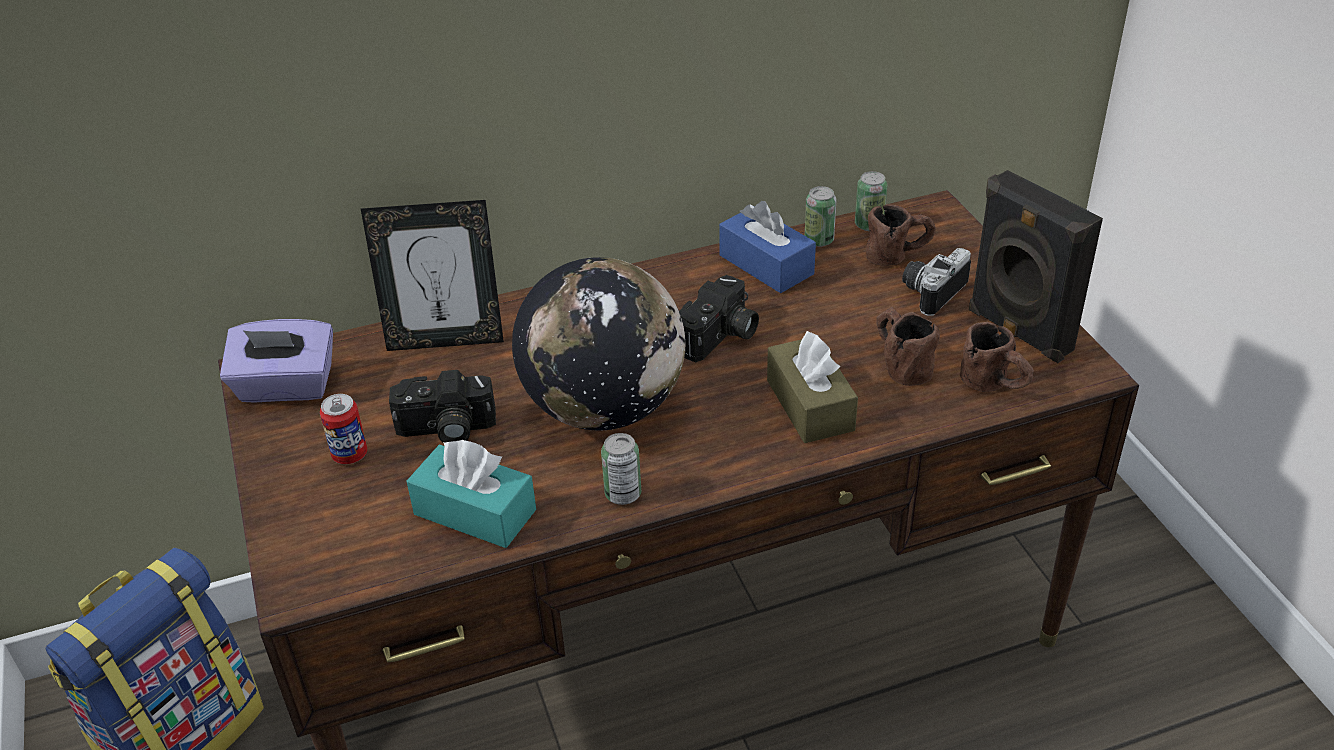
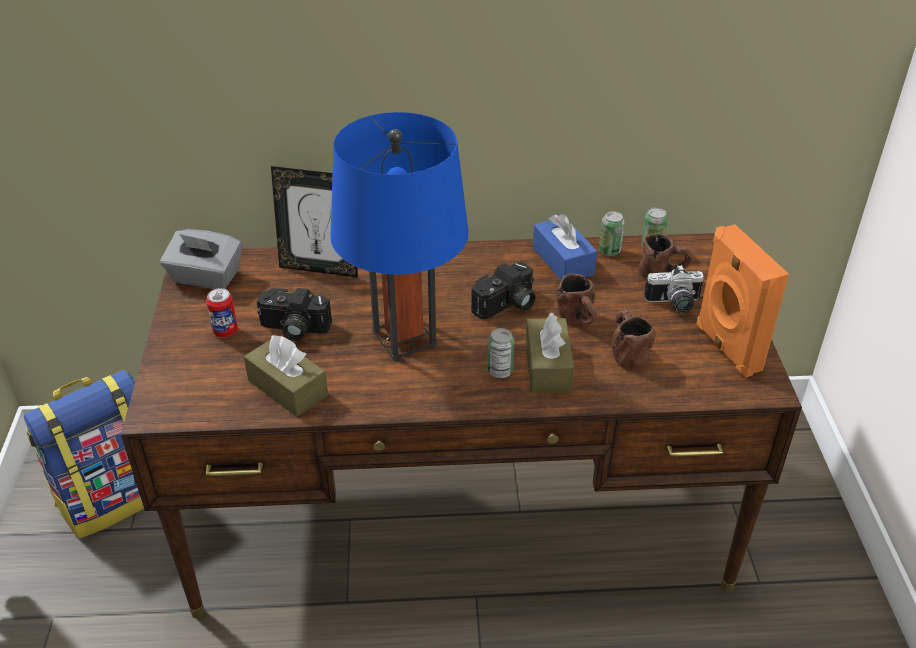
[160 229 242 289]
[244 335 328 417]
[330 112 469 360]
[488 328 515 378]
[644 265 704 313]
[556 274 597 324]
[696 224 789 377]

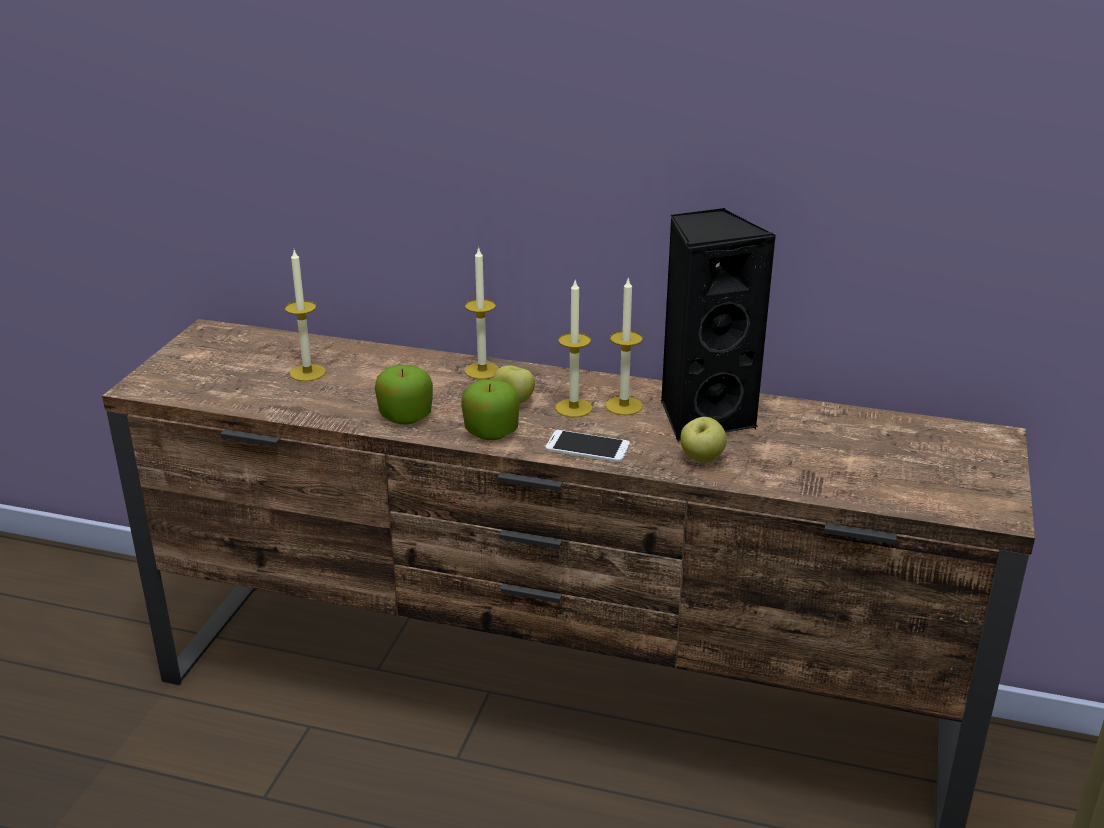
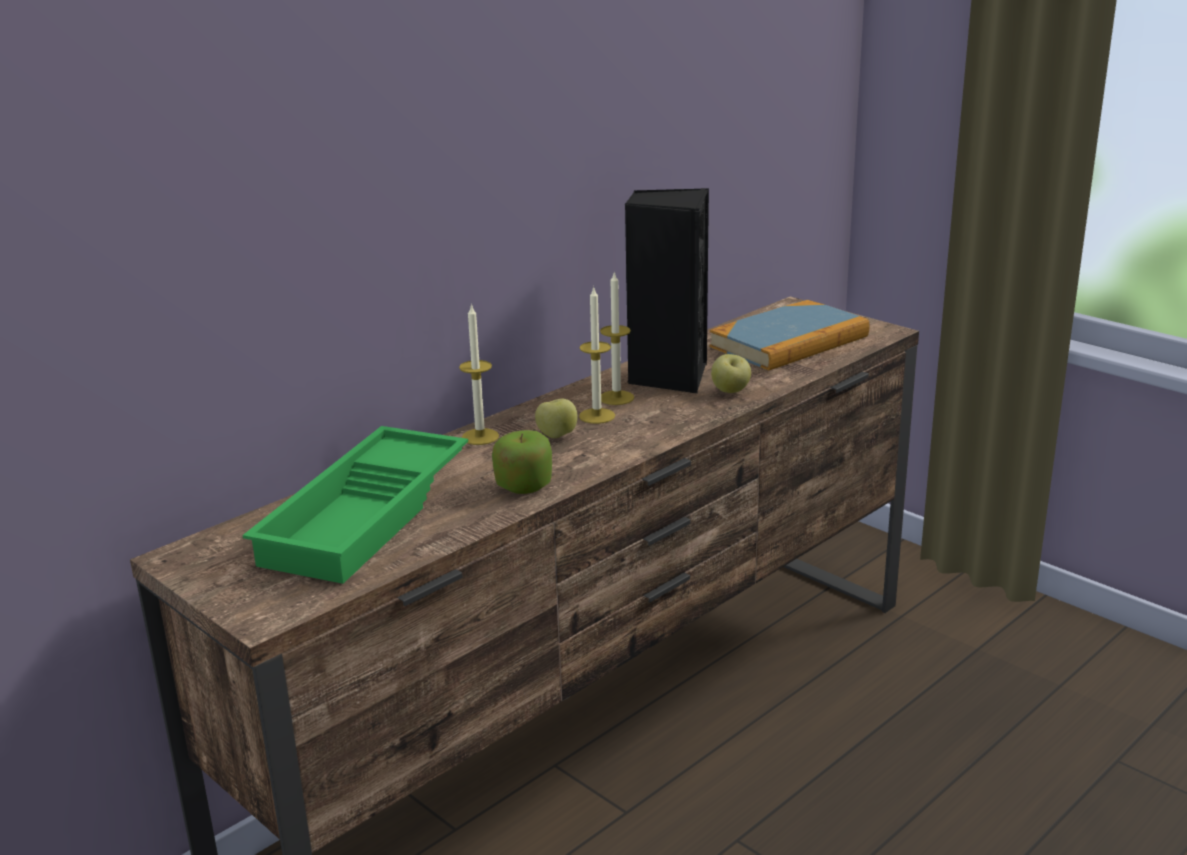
[242 426 468 584]
[461 379 519 440] (first image)
[545 430 630 462] (first image)
[709 300 869 371]

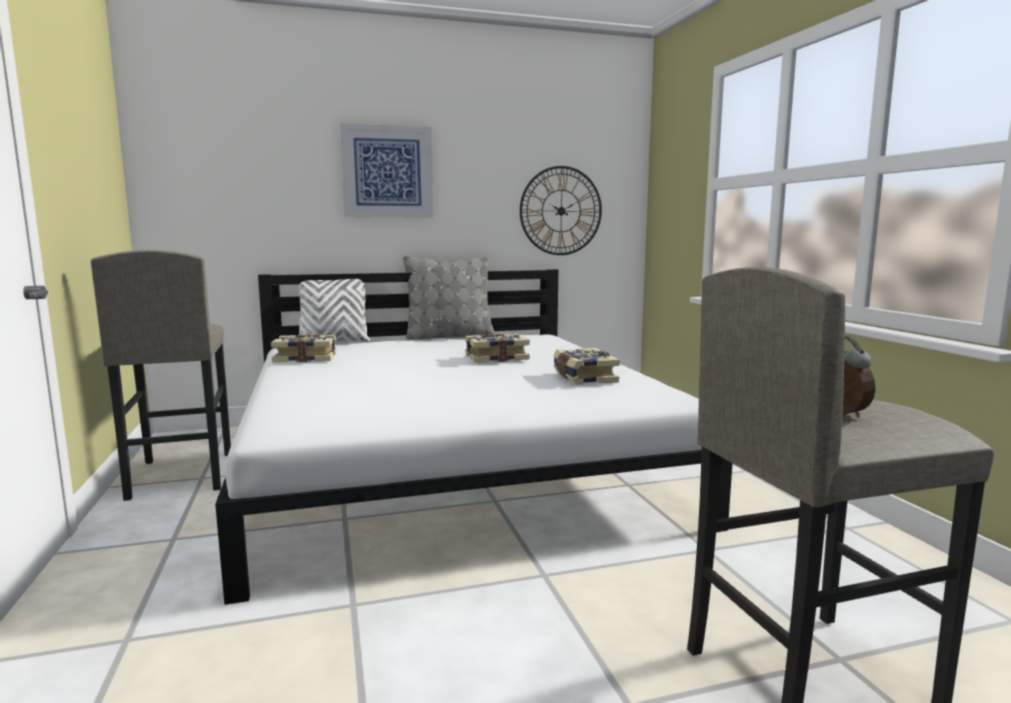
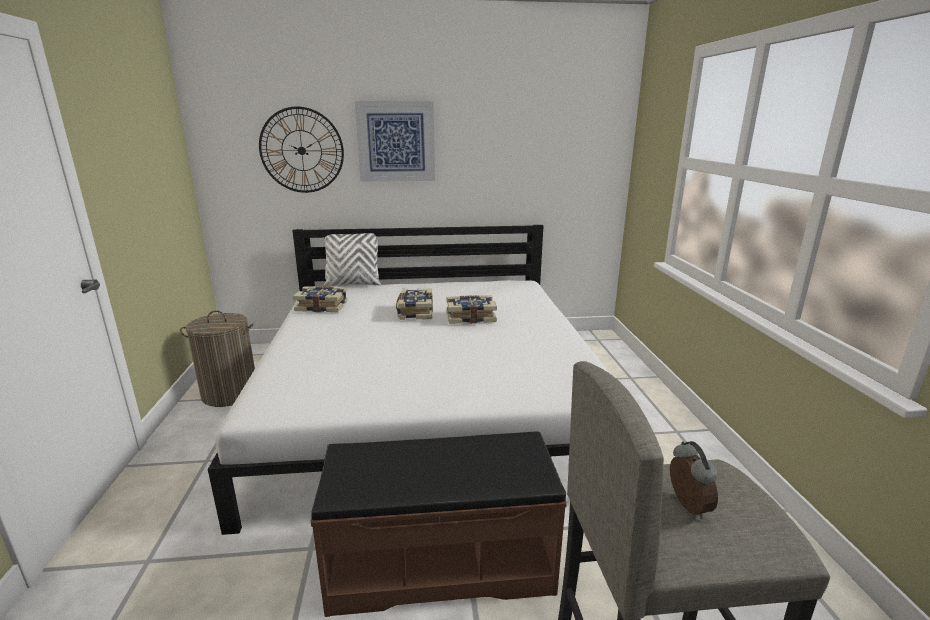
[180 310 255 407]
[403 256 495 340] (first image)
[259 107 344 193]
[396 288 433 320]
[311 431 567 617]

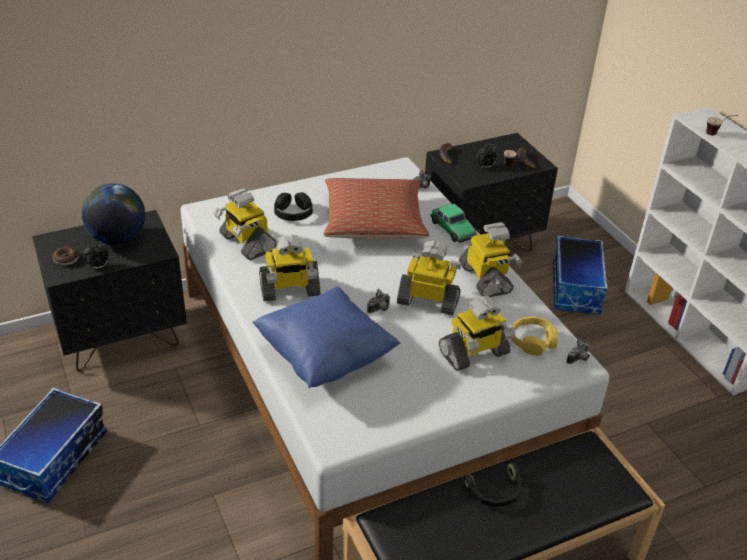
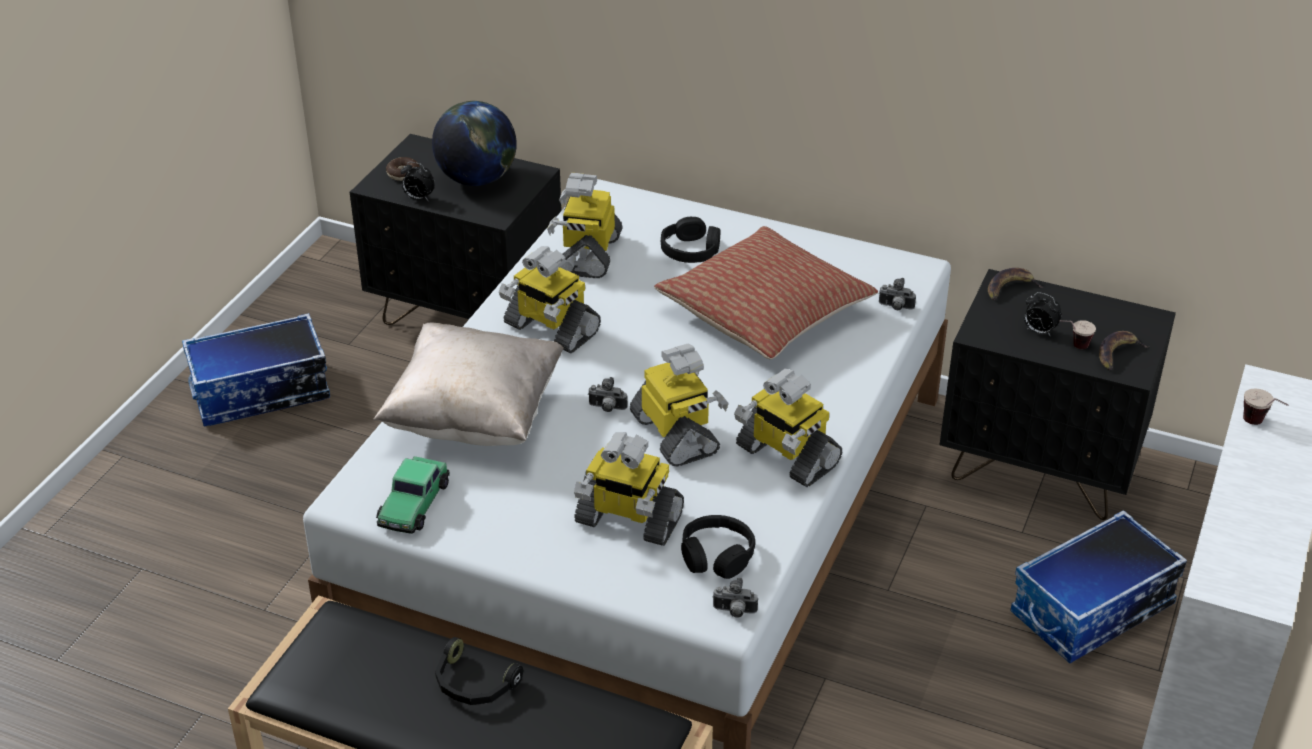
[373 323 564 446]
[376 456 450 534]
[734 368 842 487]
[681 515 755 579]

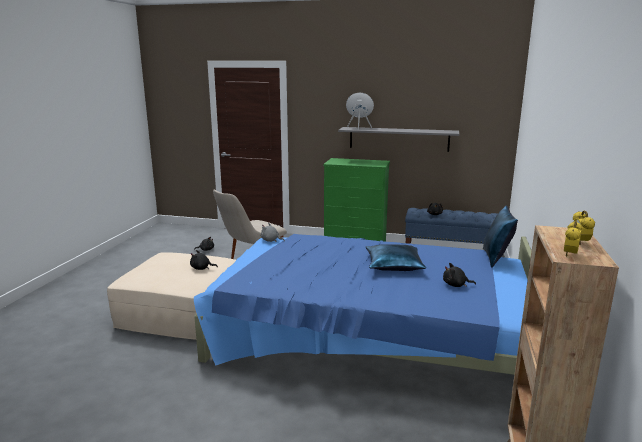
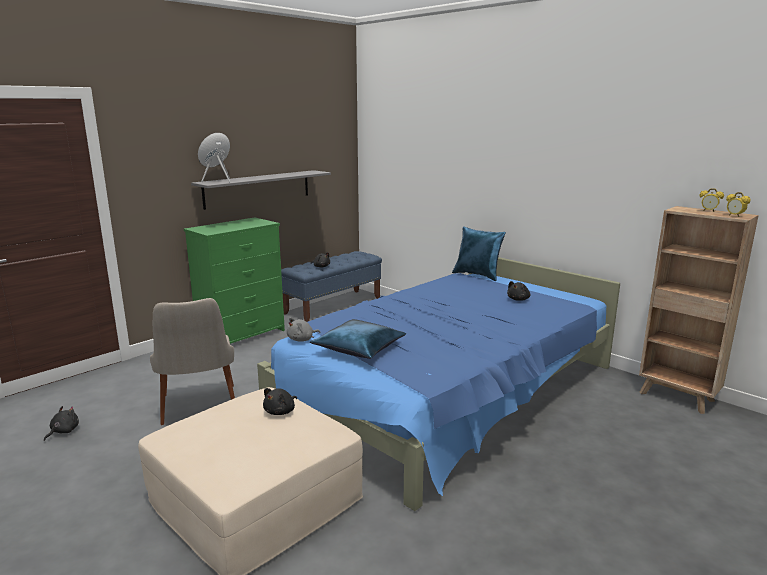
[310 319 406 359]

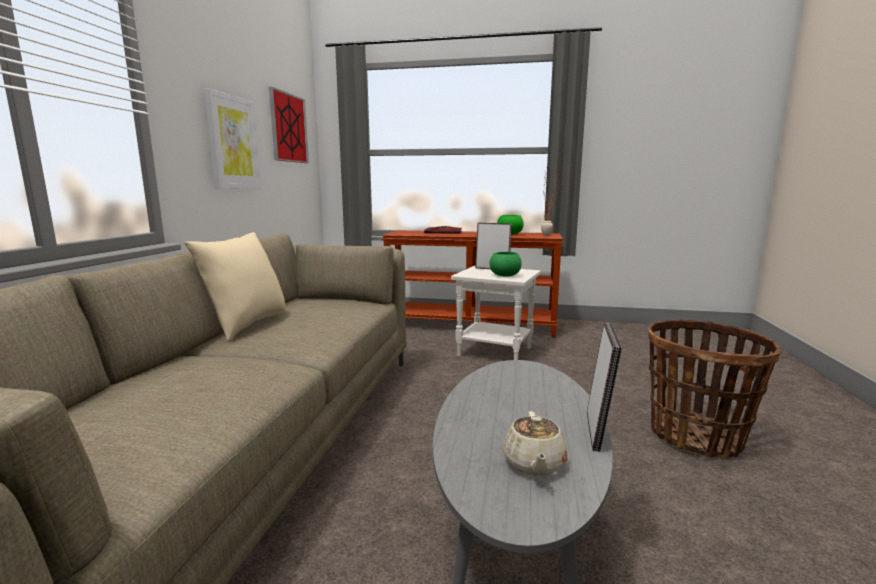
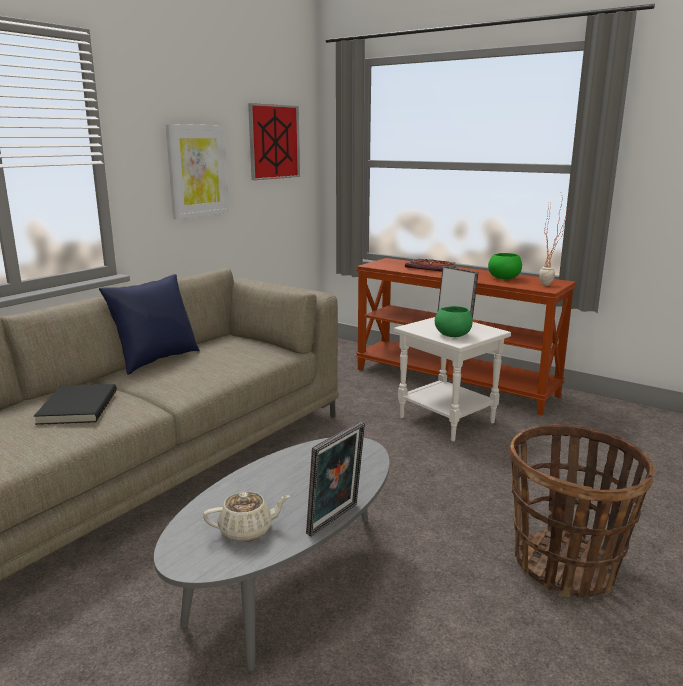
[99 274 200 375]
[203 492 290 542]
[34 384 117 425]

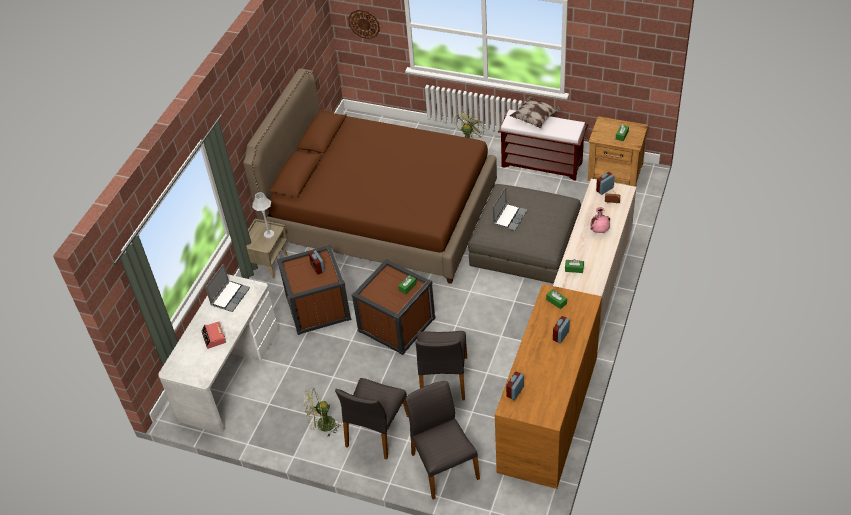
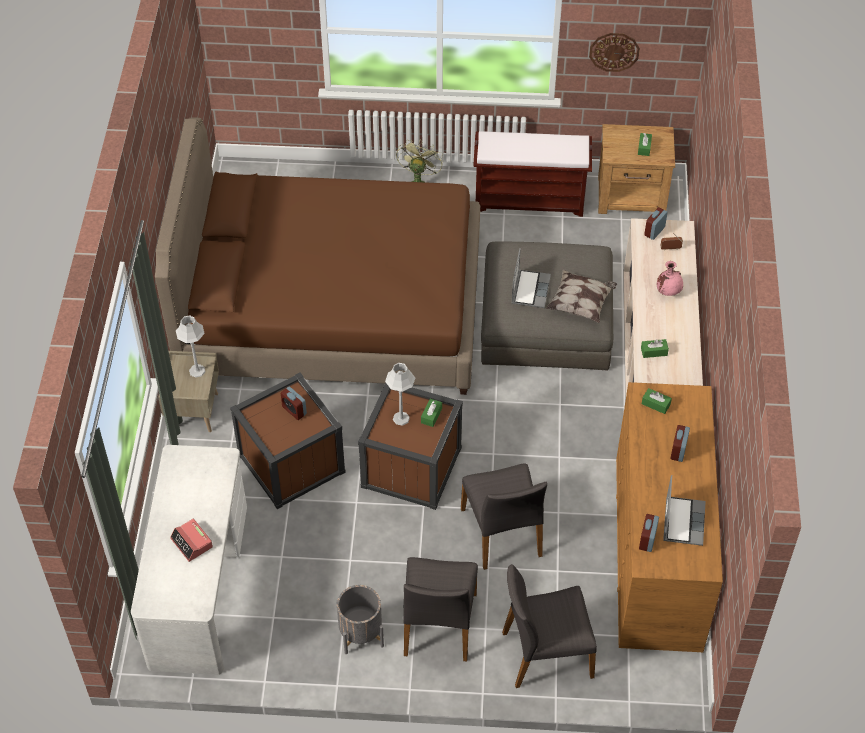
[663 475 706 546]
[336 585 384 654]
[589 33 640 72]
[502 564 597 688]
[546 270 617 323]
[385 363 415 426]

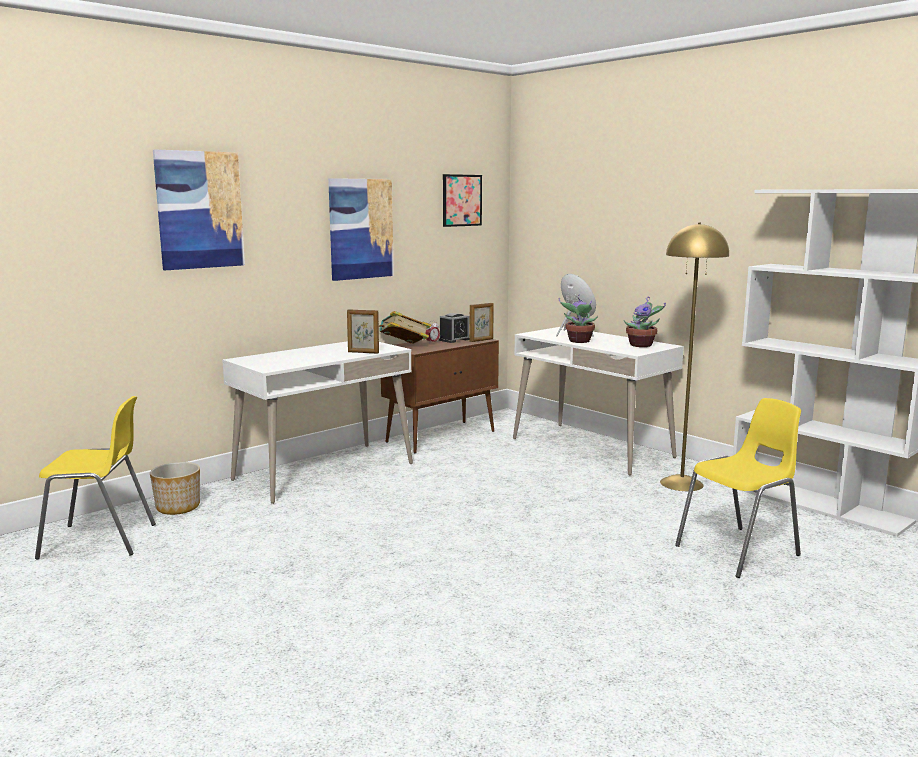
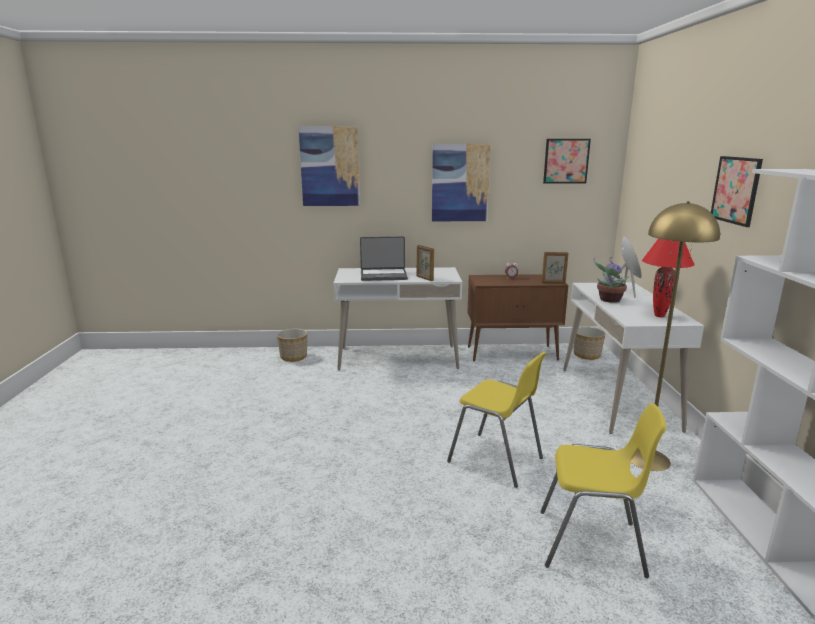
[447 352 546 488]
[379 311 431 344] (first image)
[439 313 469 343] (first image)
[642 239 695 317]
[360 236 408 281]
[574 327 605 360]
[711 156 763 227]

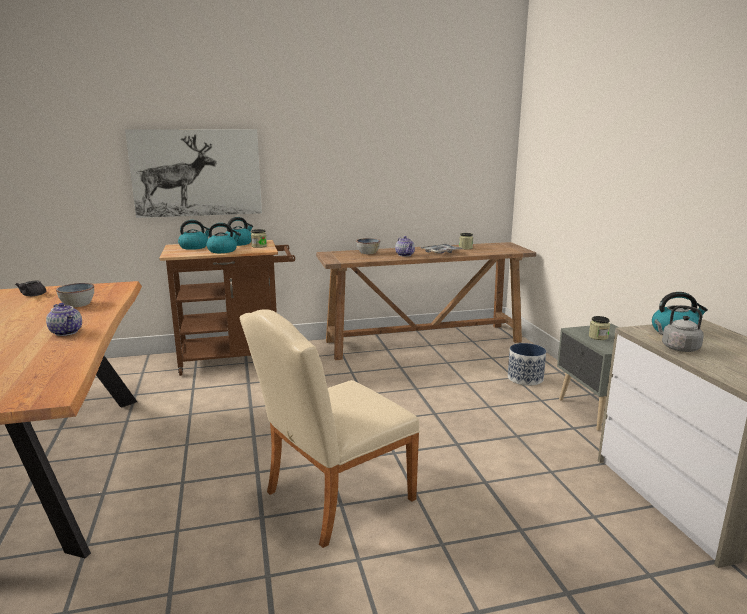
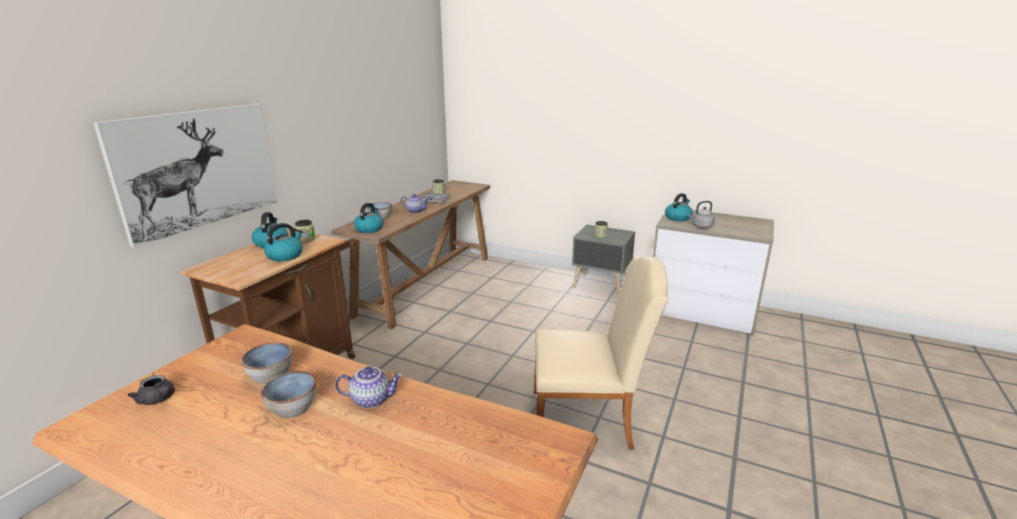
[354 203 383 233]
[534 255 669 450]
[508 343 546 386] (first image)
[260 371 316 418]

